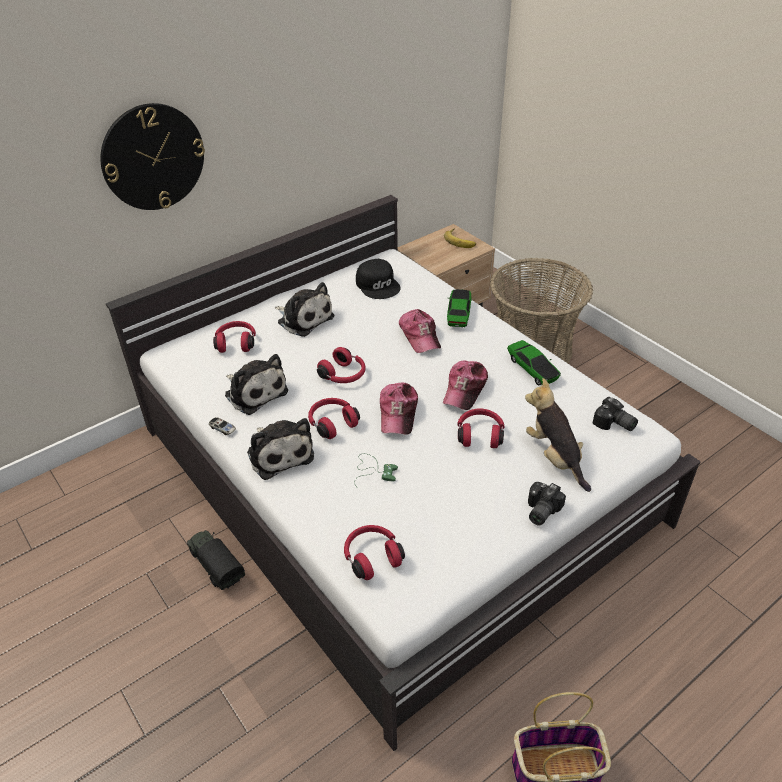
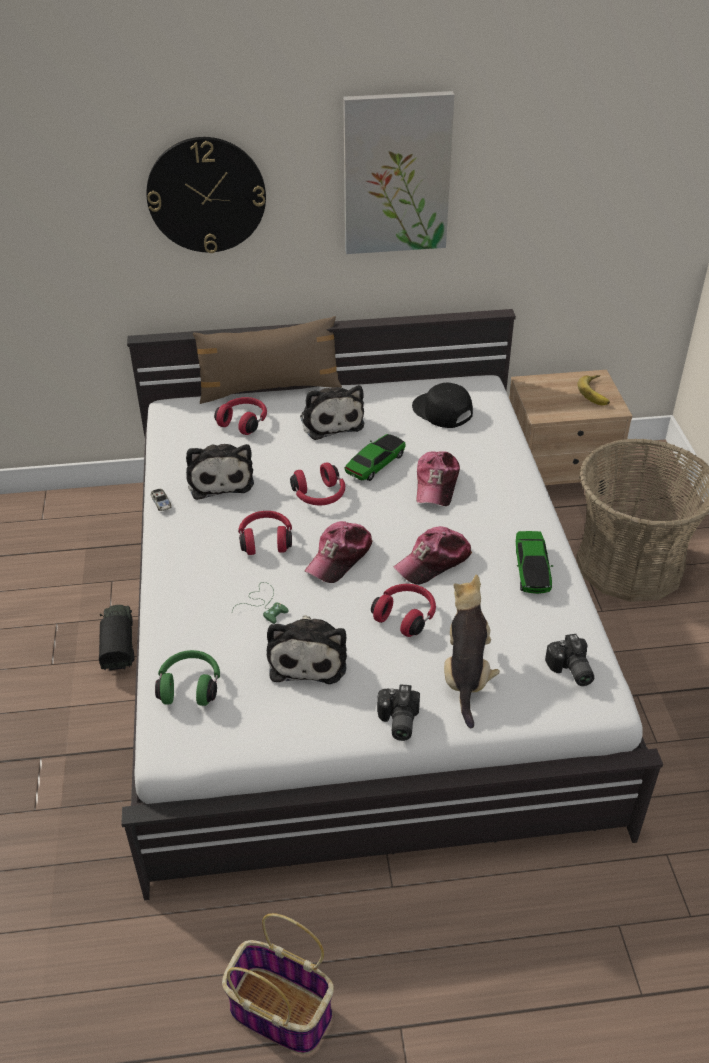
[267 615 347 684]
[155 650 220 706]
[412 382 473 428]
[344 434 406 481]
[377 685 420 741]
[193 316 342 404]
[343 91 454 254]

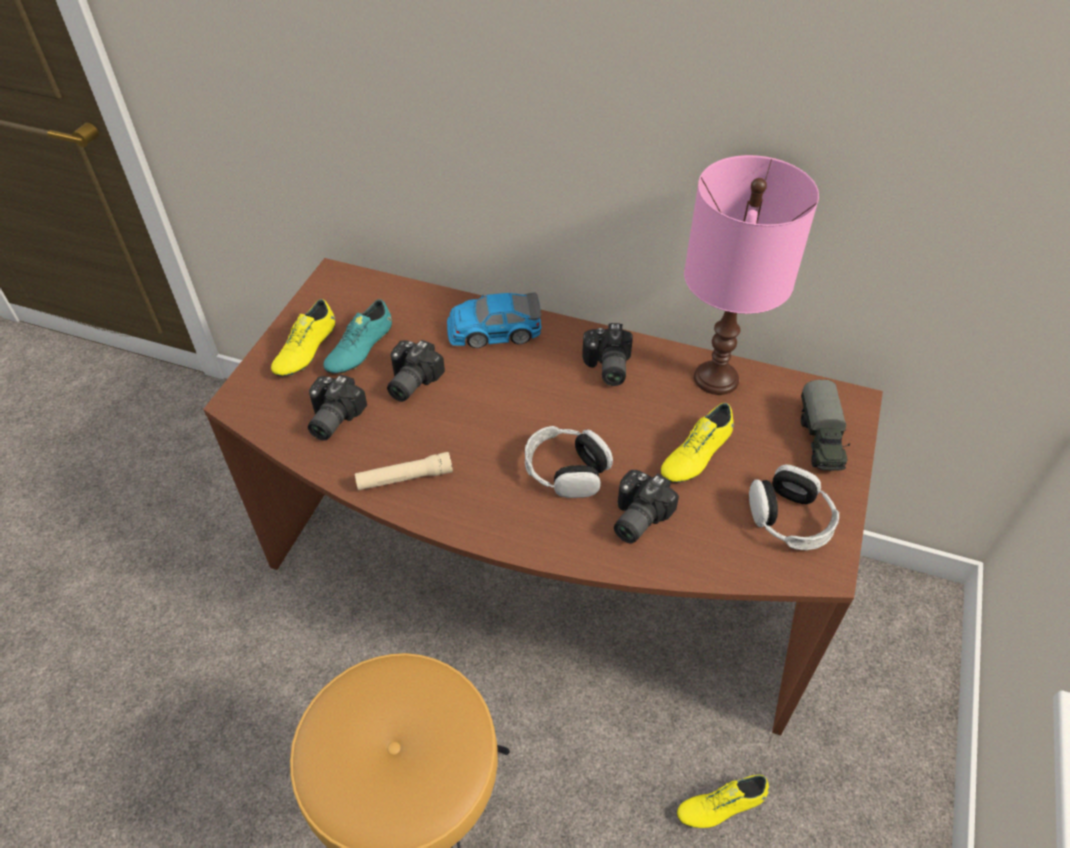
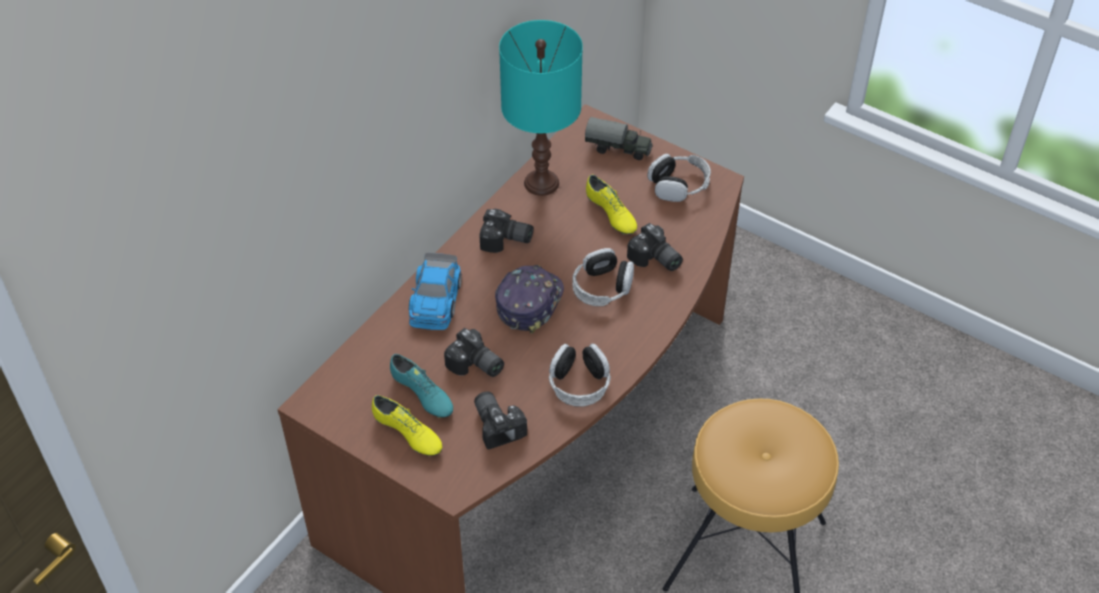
[474 392 527 449]
[549 344 611 407]
[677 775 769 828] (first image)
[499 20 583 196]
[495 265 564 334]

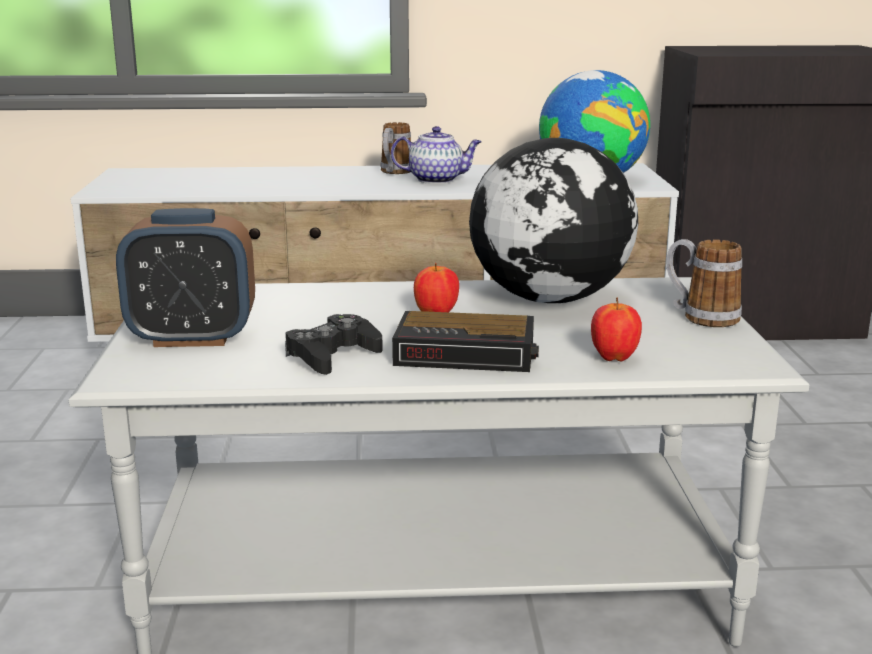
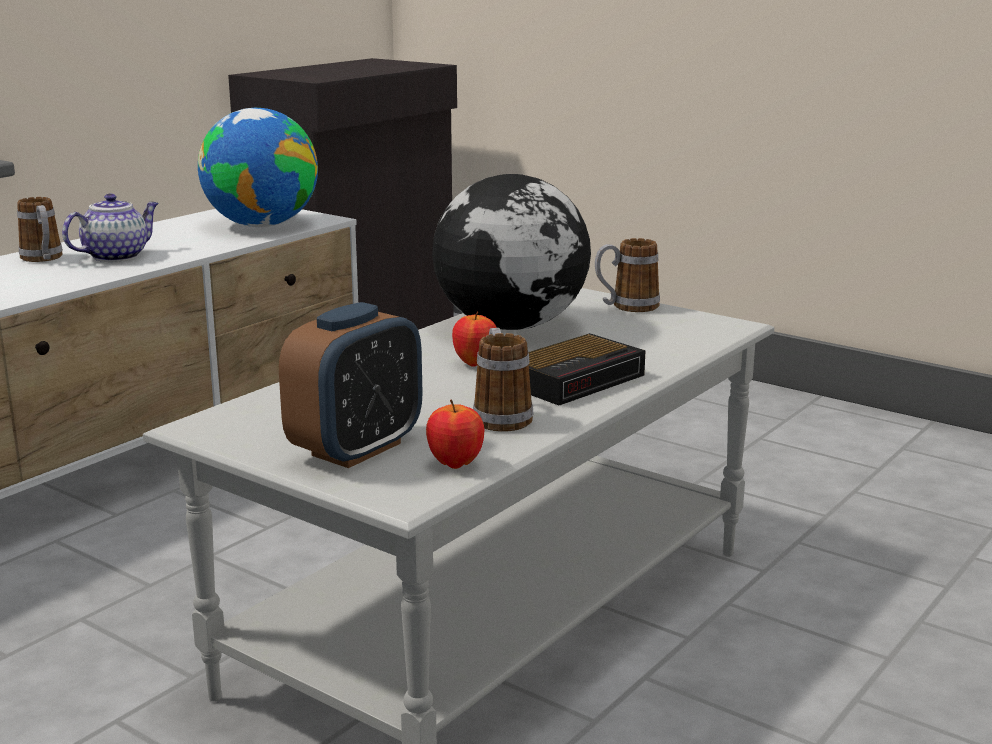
[473 328 534 432]
[426 399 484 469]

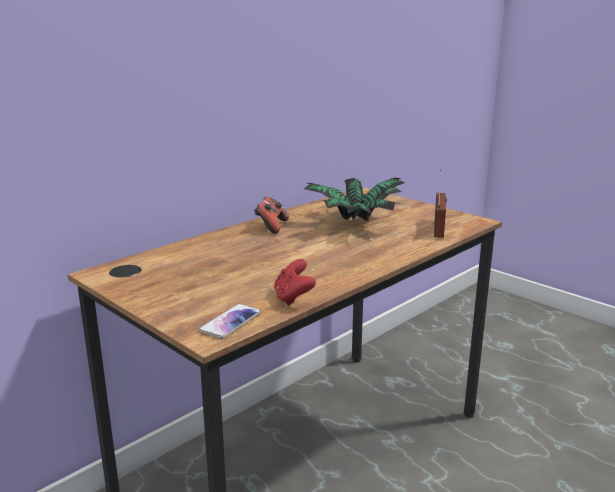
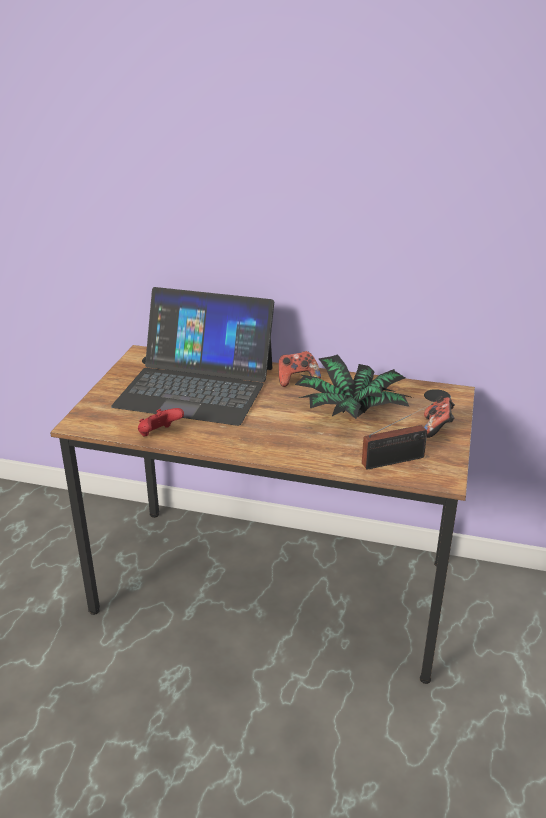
[199 304 262 339] (first image)
[111 287 274 426]
[424 396 455 438]

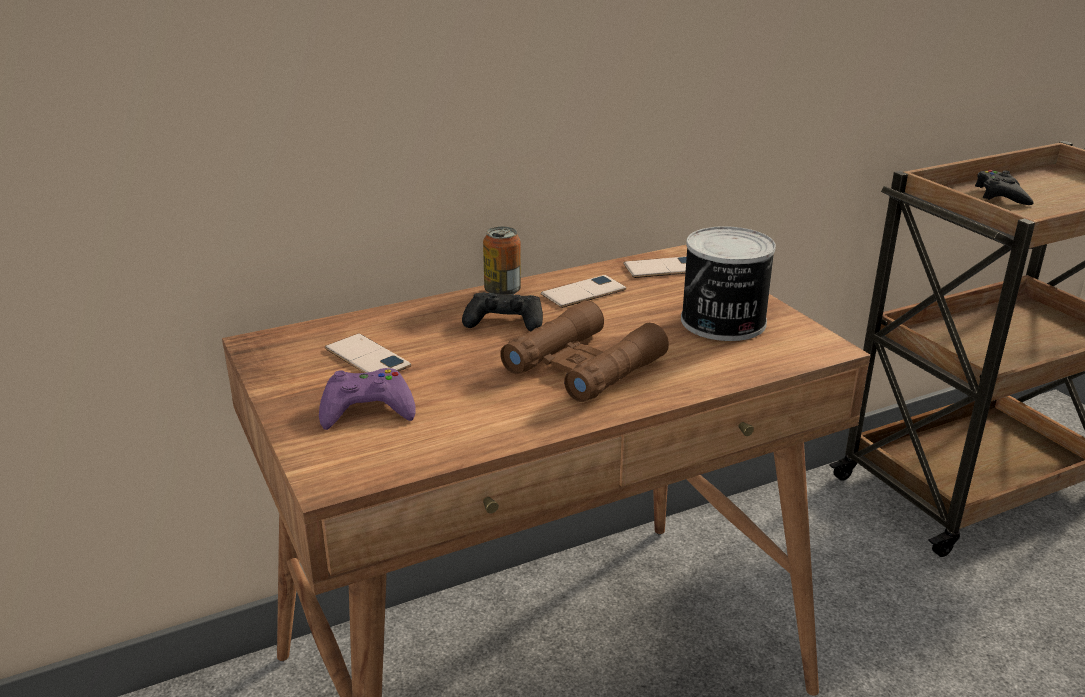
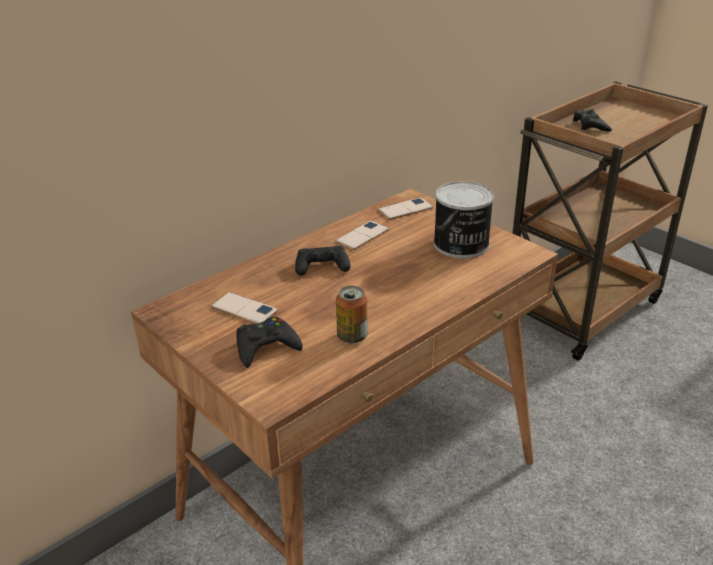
[236 317 302 368]
[336 286 368 343]
[500 300 669 402] (first image)

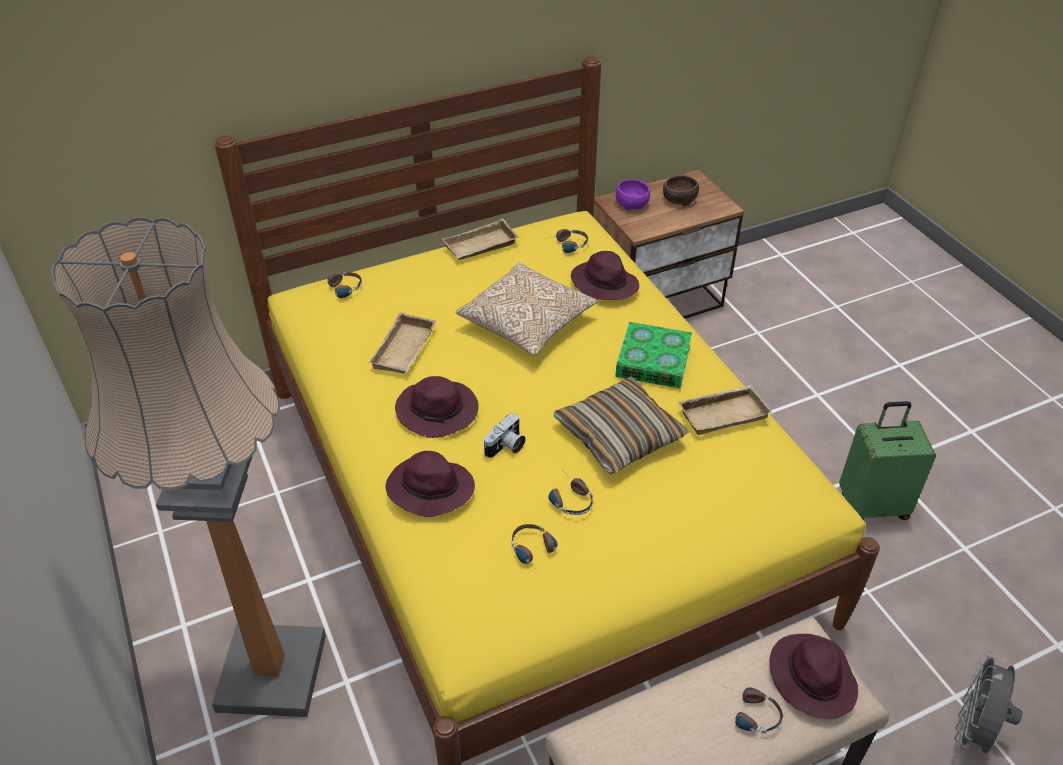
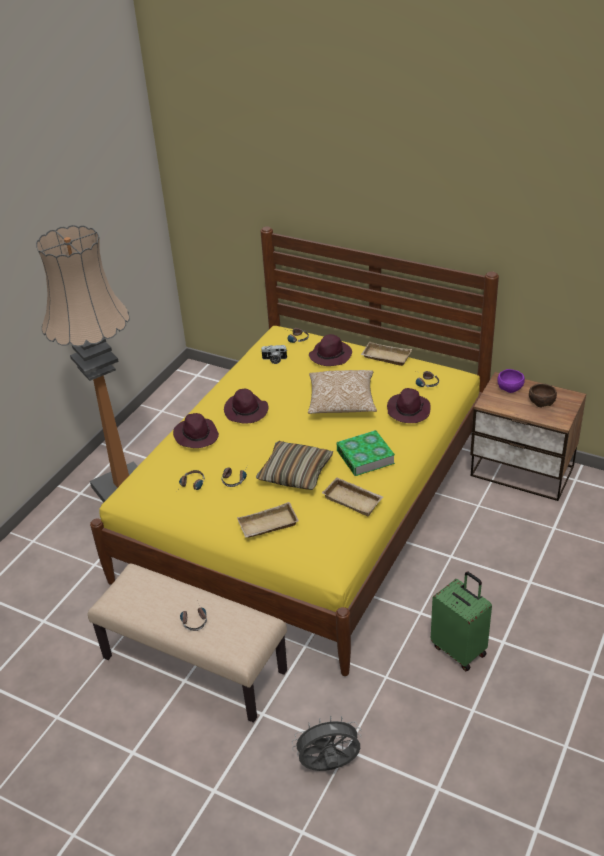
[237 502 299 538]
[261 345 287 364]
[309 334 352 366]

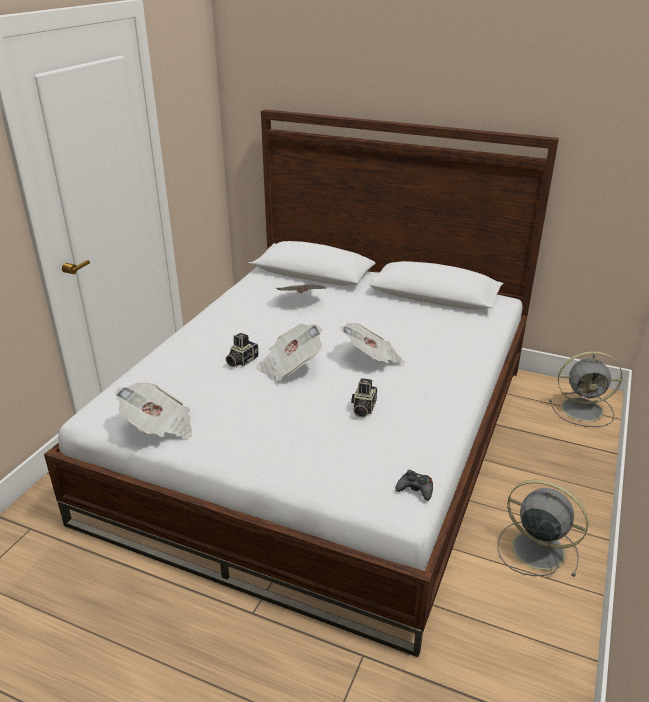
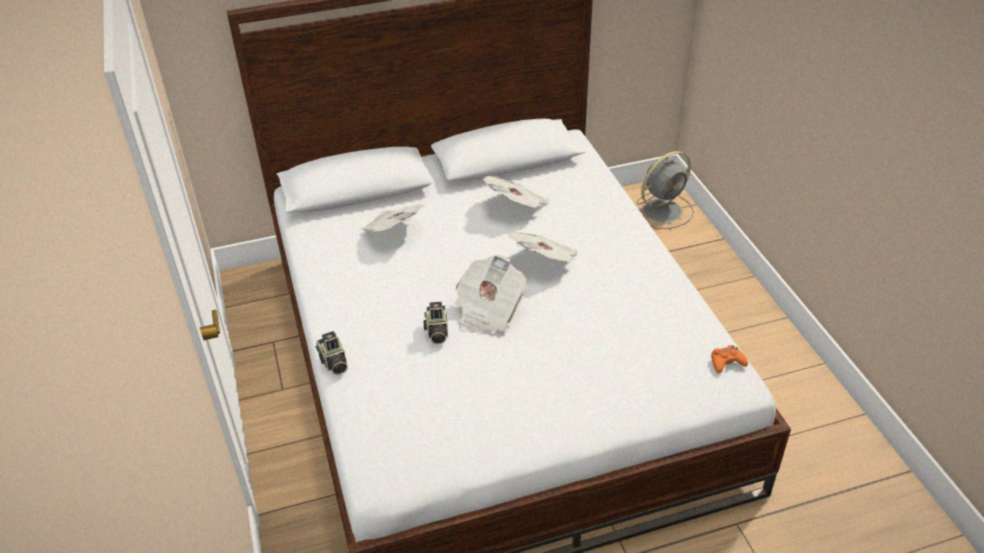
[483 176 549 208]
[316 331 348 375]
[711 345 748 373]
[497 480 589 577] (first image)

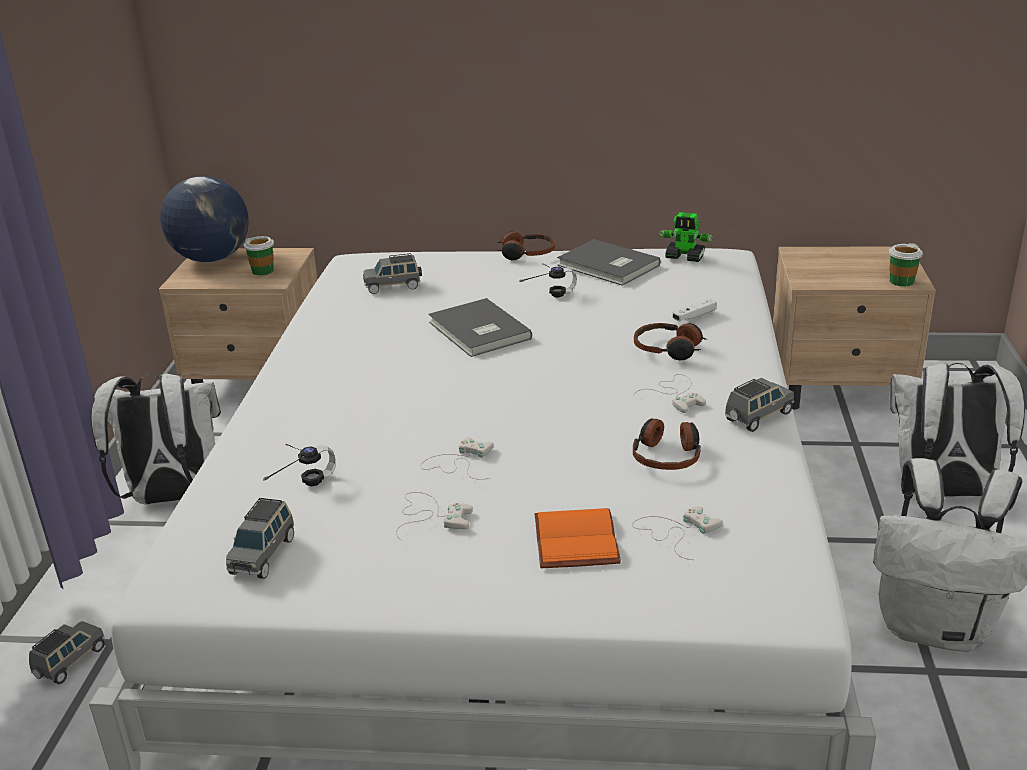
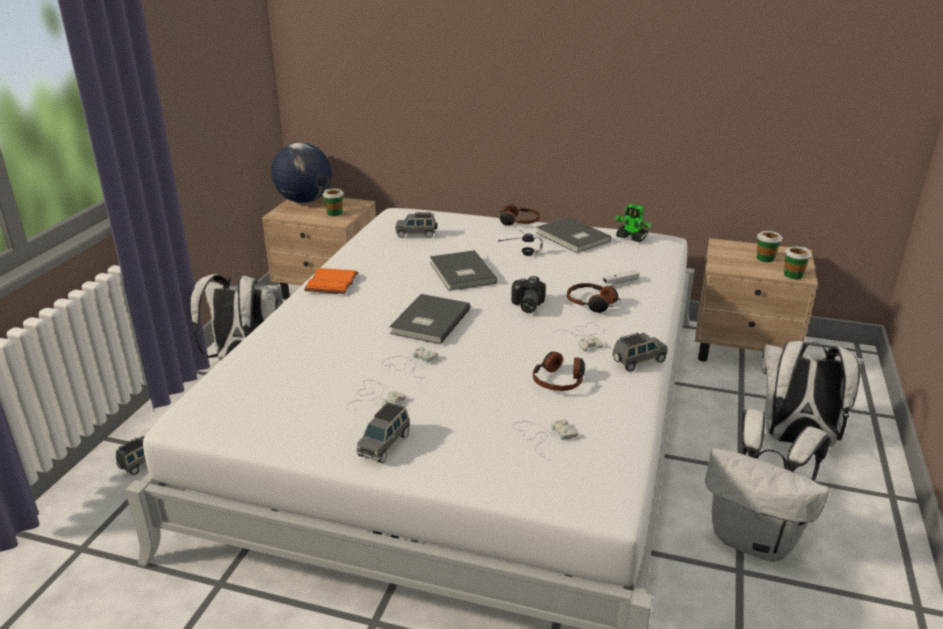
[356 402 410 463]
[263 443 336 487] (first image)
[304 268 358 294]
[389 294 471 344]
[511 276 546 313]
[757 231 782 262]

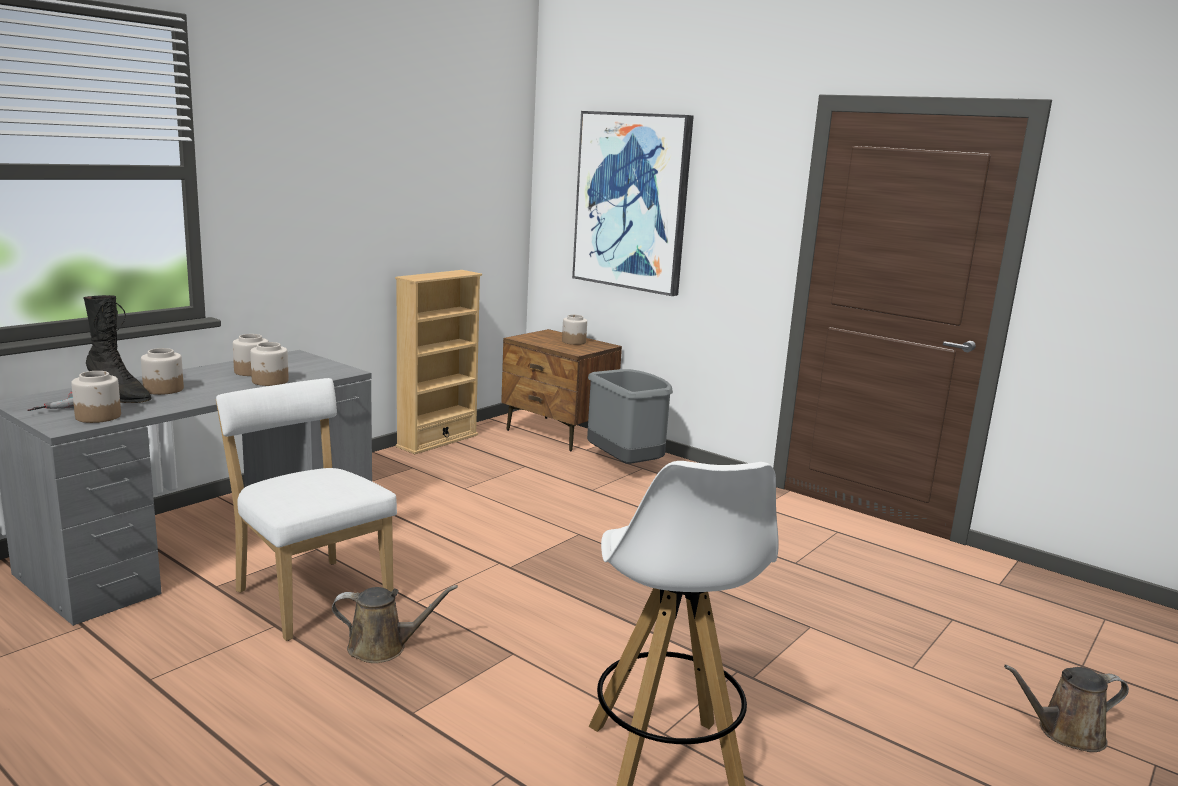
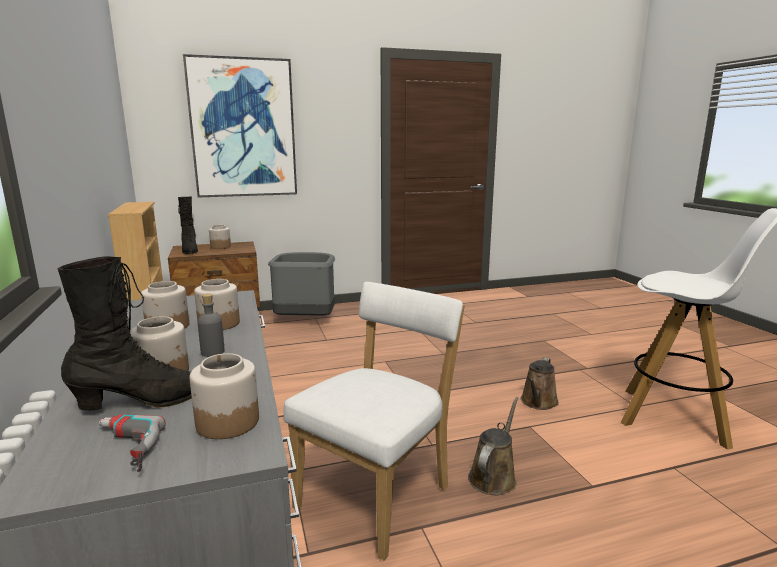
[283 282 465 560]
[521 357 559 410]
[178 197 198 254]
[198 294 225 357]

